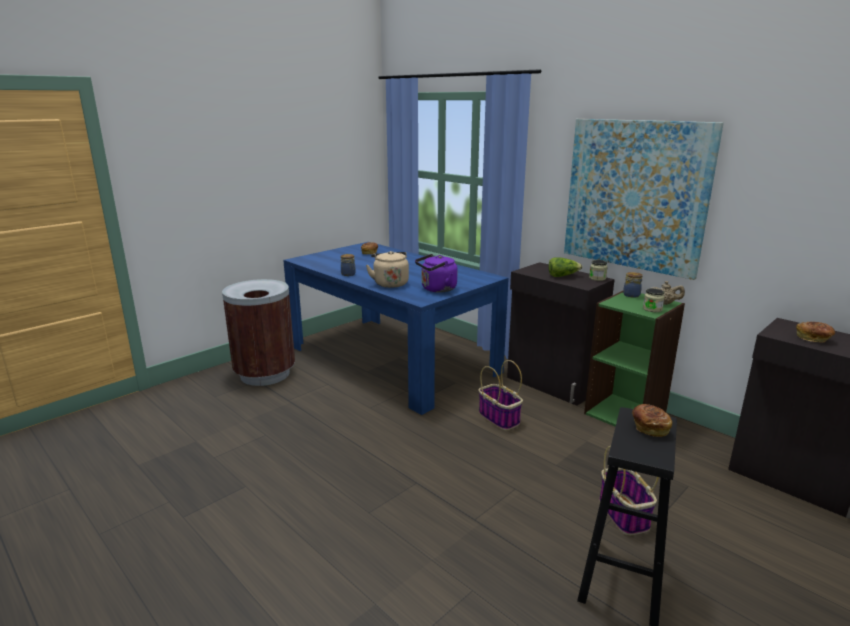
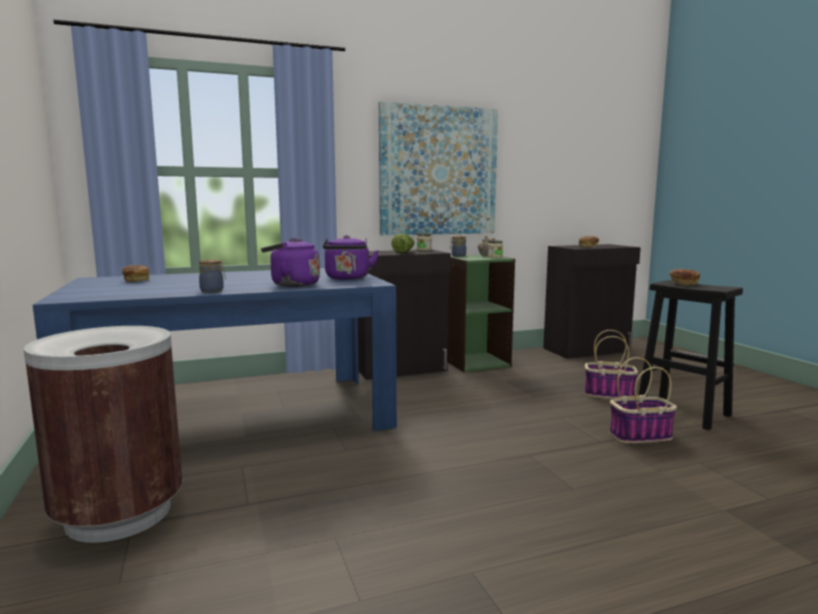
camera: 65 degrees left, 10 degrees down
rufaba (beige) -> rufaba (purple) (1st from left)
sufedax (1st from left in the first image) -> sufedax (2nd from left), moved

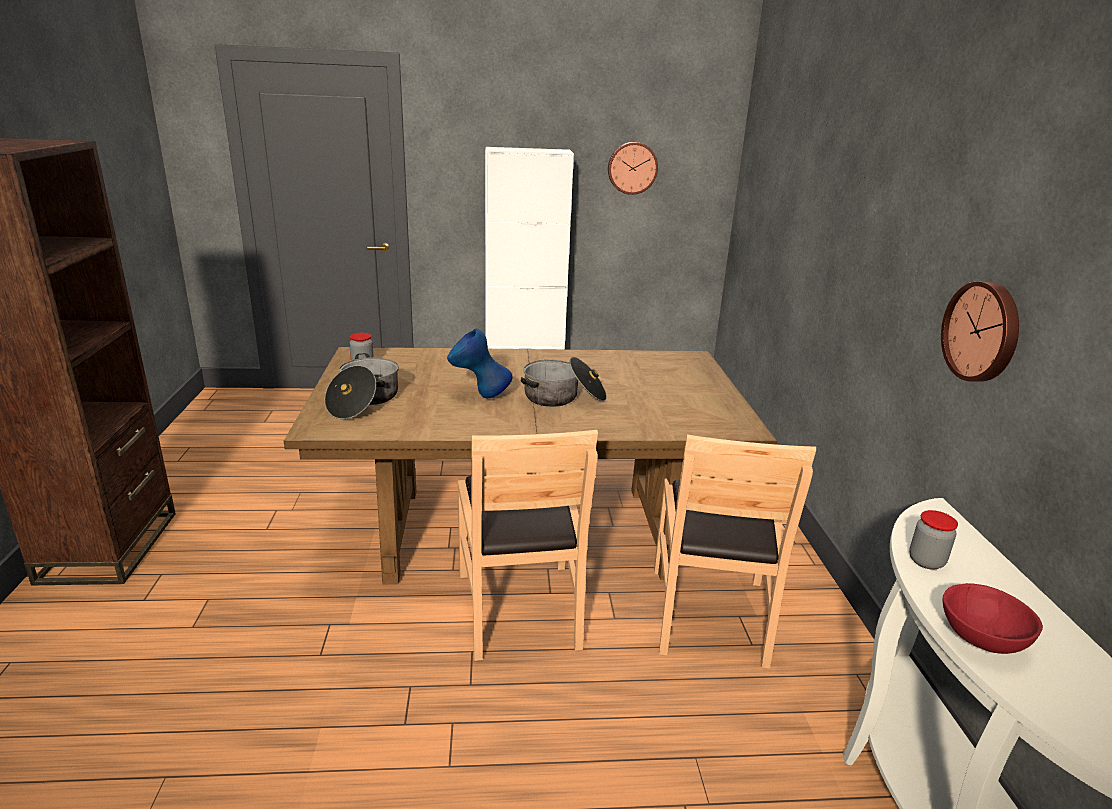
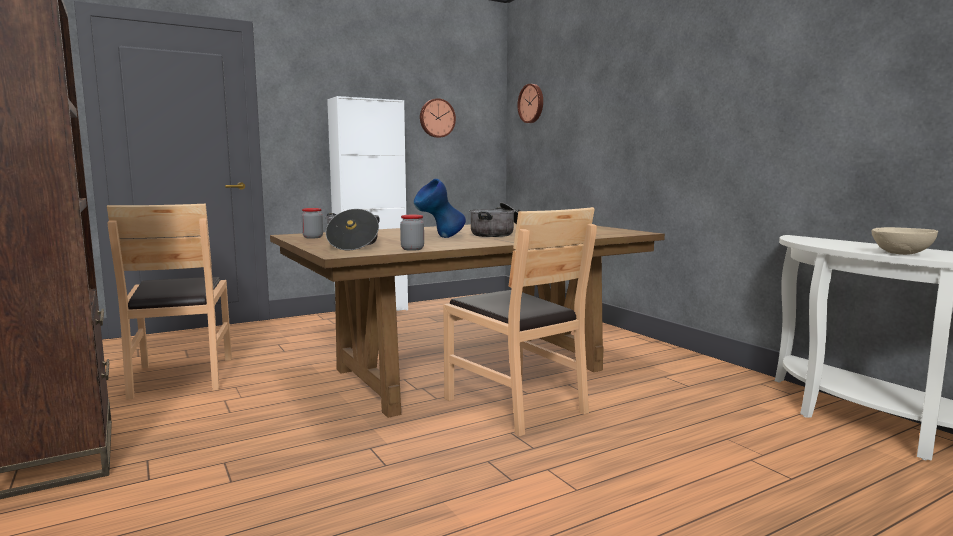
camera: 25 degrees left, 15 degrees down
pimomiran (2nd from left), moved
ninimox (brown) (2nd from left in the first image) -> ninimox (brown) (1st from left), moved
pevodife (2nd from left), moved
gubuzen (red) -> gubuzen (beige)

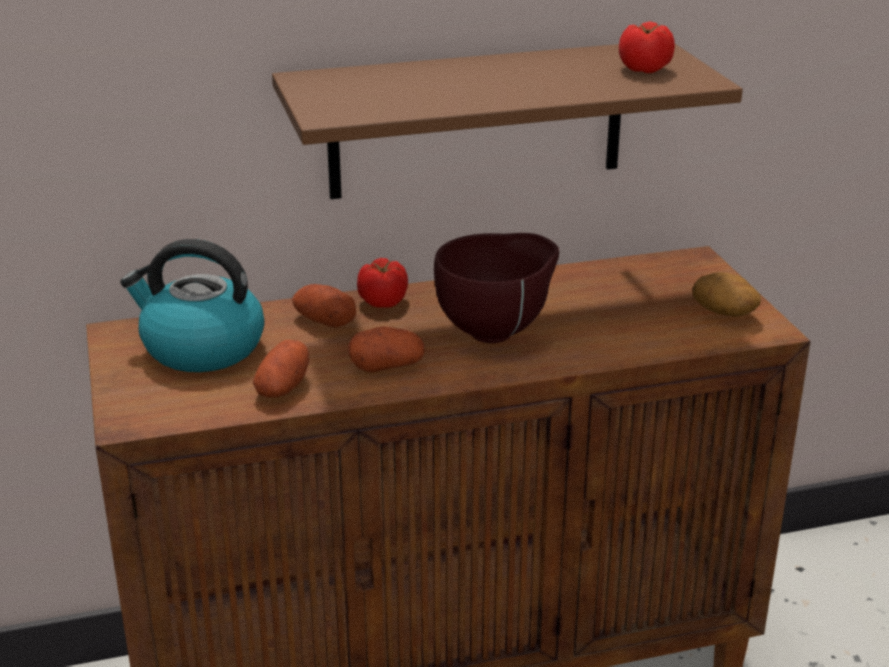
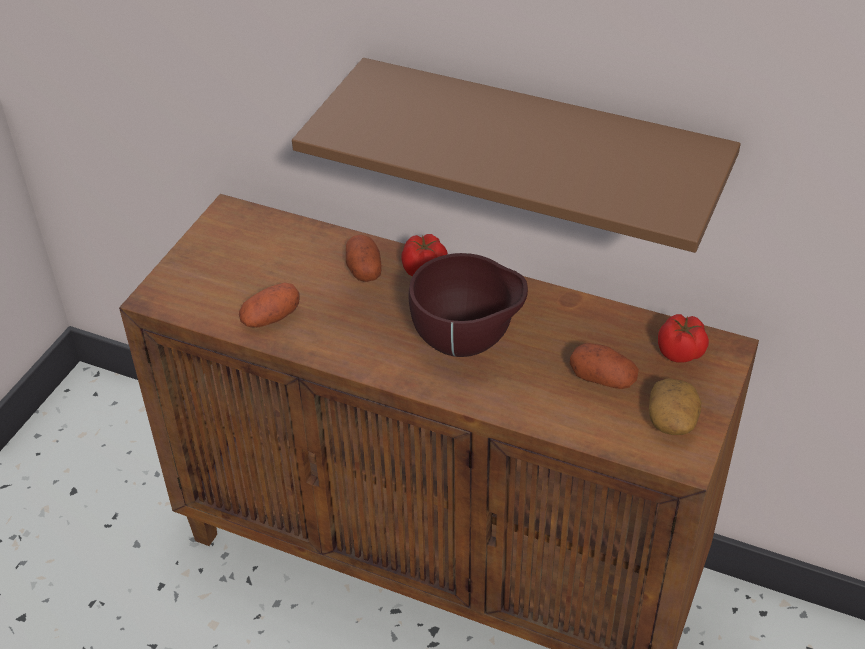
camera: 40 degrees right, 15 degrees up
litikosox (2nd from left), moved
rufaba -> none
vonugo (3rd from left), moved

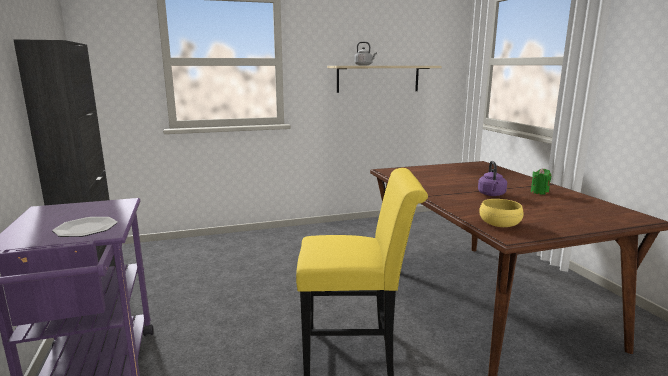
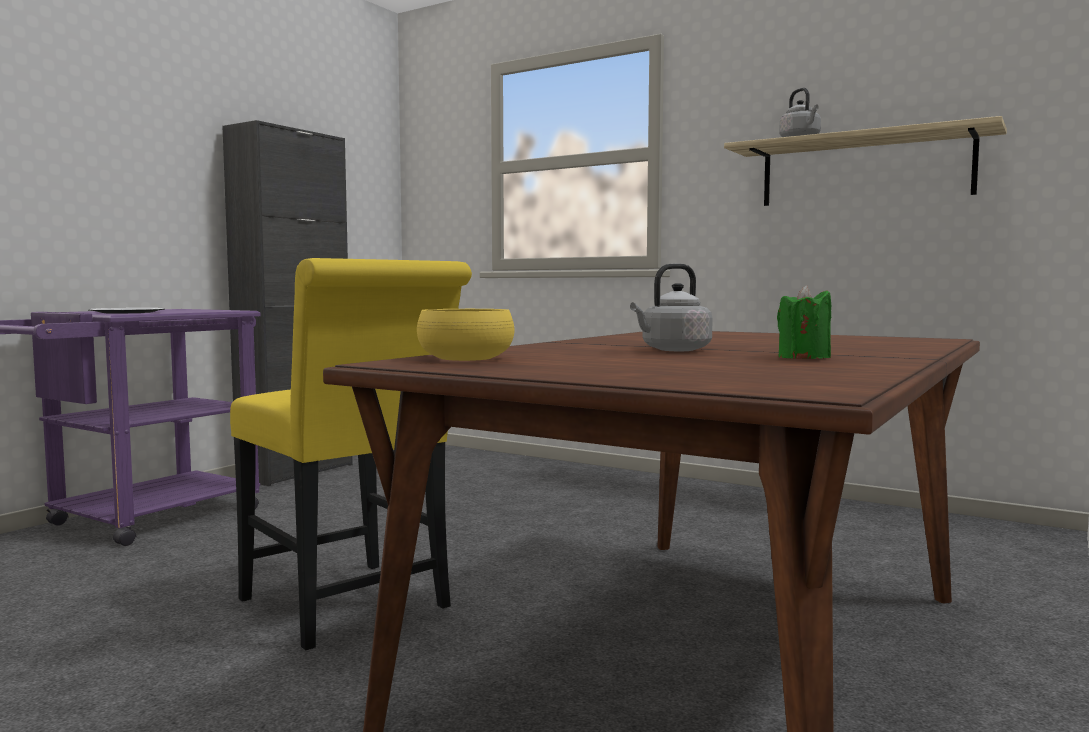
camera: 50 degrees right, 10 degrees down
rufaba (purple) -> rufaba (grey) (1st from left)

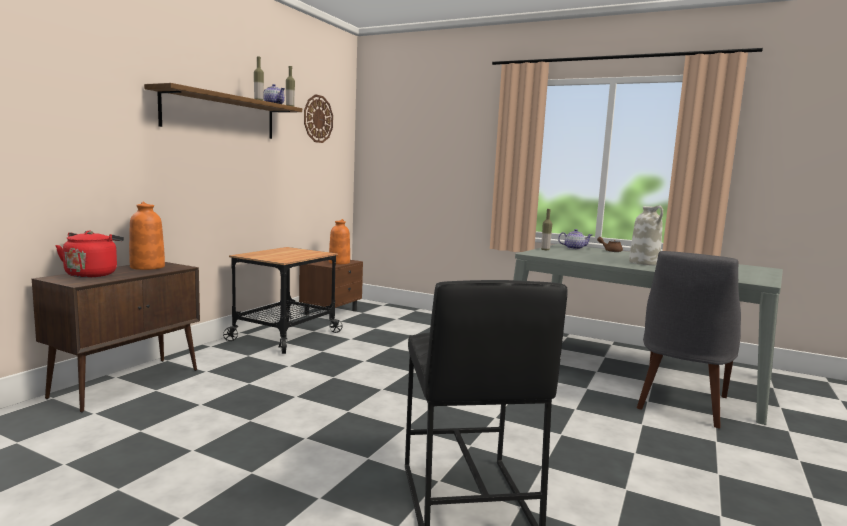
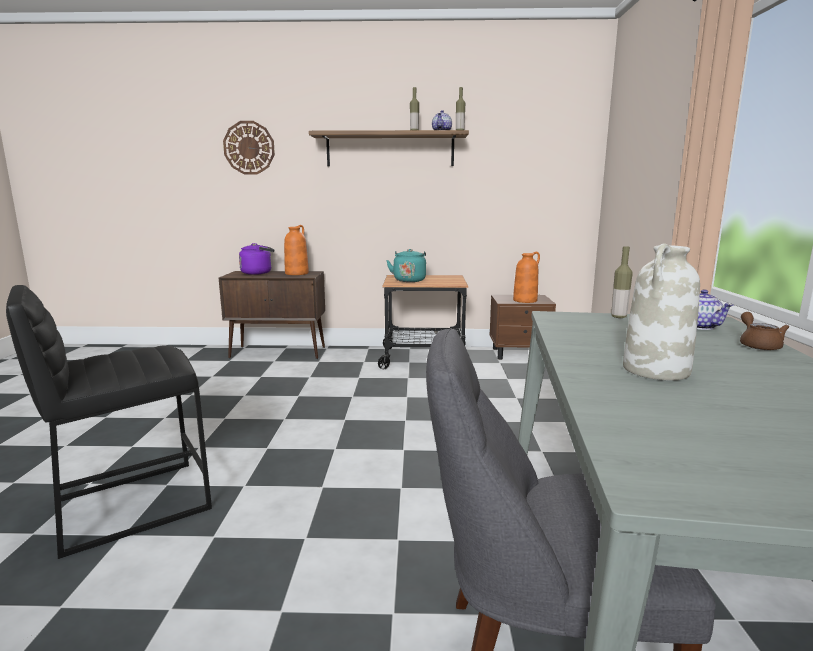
camera: 65 degrees right, 5 degrees up
pimomiran, moved
rufaba (red) -> rufaba (purple)
none -> rufaba (turquoise)

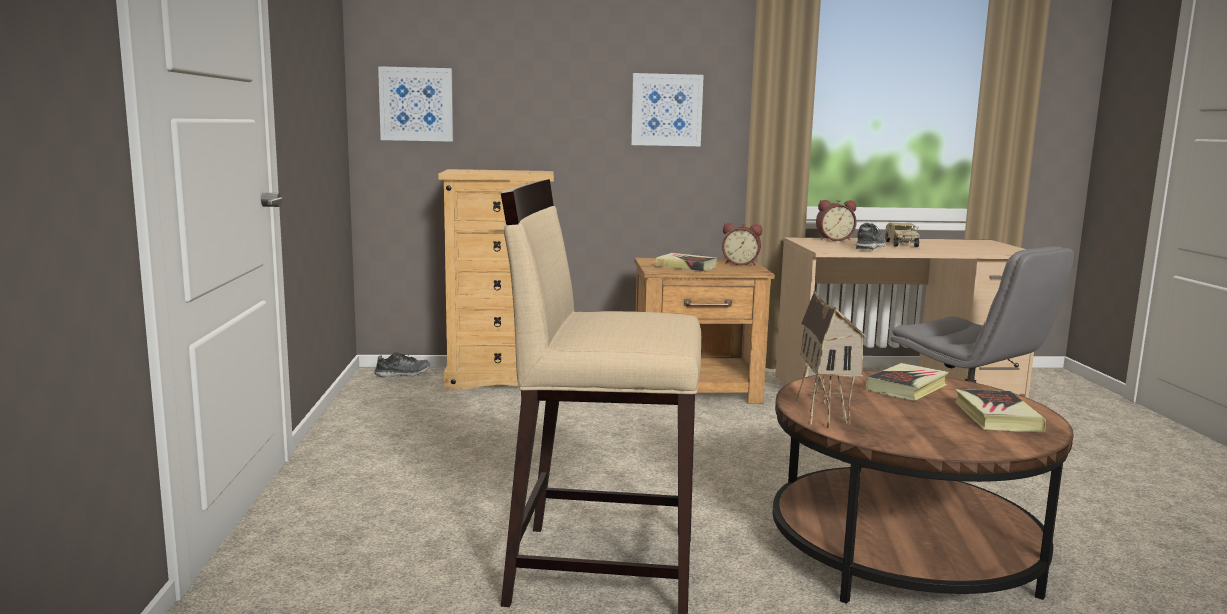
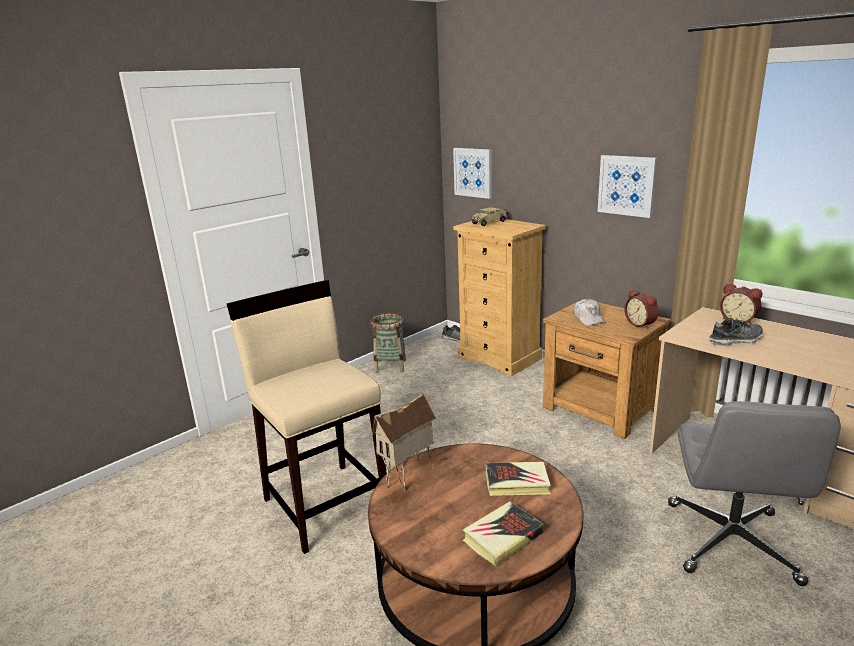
camera: 50 degrees right, 10 degrees up
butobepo, moved
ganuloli (1st from left) -> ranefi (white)
none -> sufedax

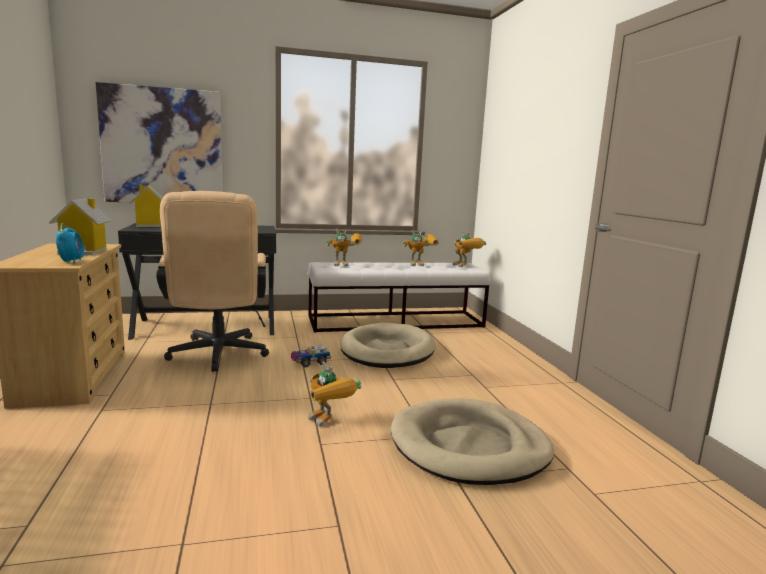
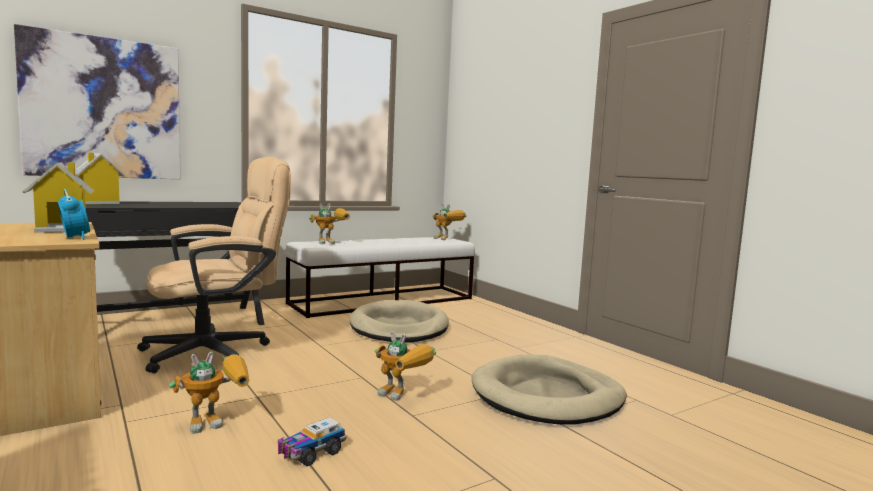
camera: 20 degrees left, 5 degrees down
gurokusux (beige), 90 degrees counterclockwise
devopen (3rd from left in the first image) -> devopen (1st from left), moved
butobepo, moved

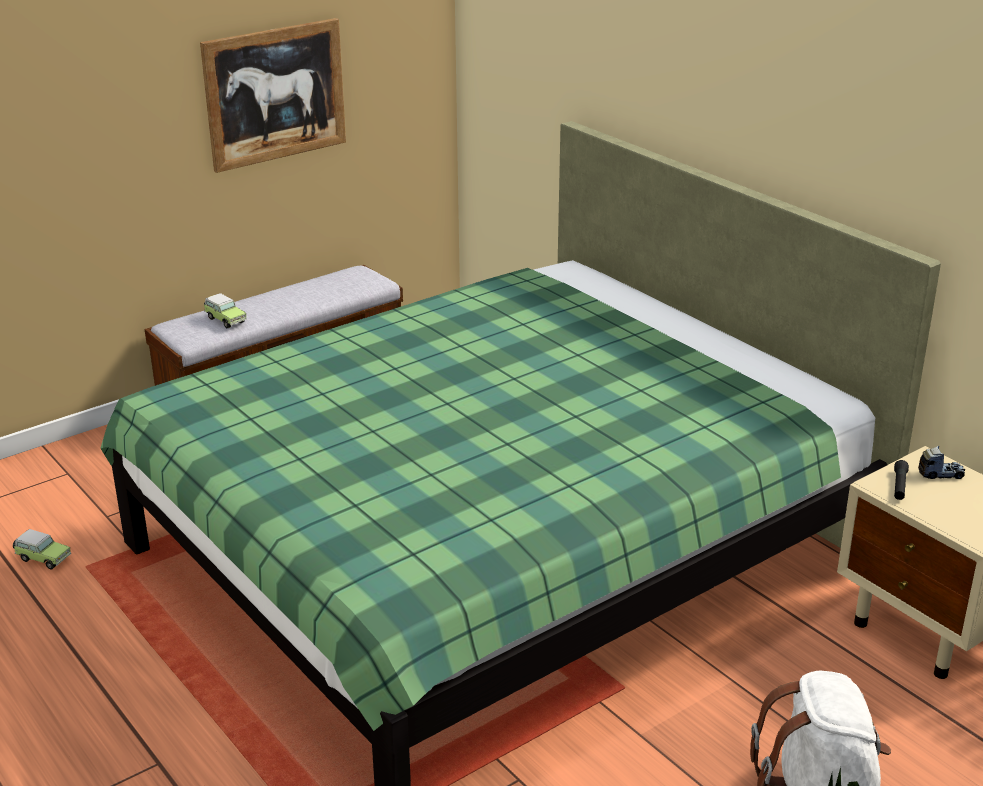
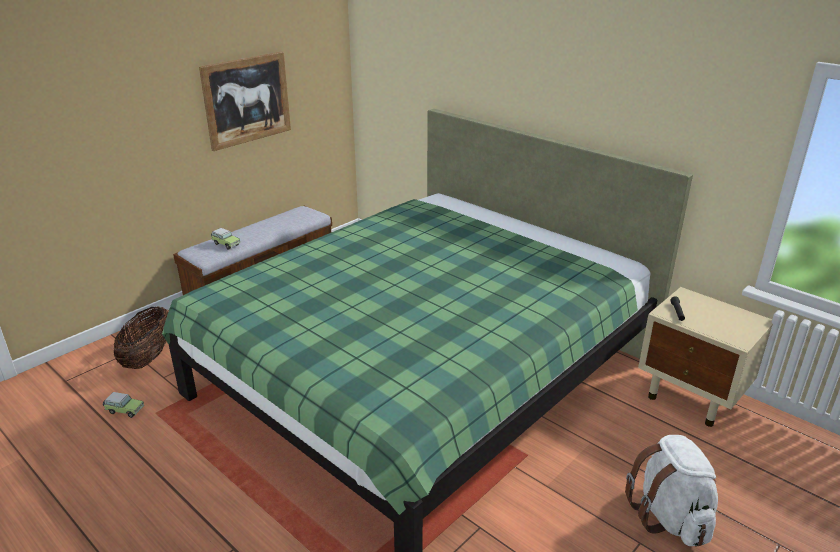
camera: 10 degrees left, 0 degrees up
butobepo -> none
none -> sufedax

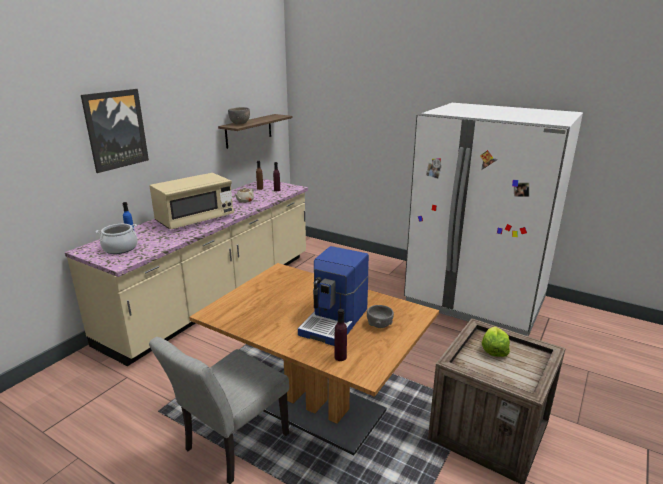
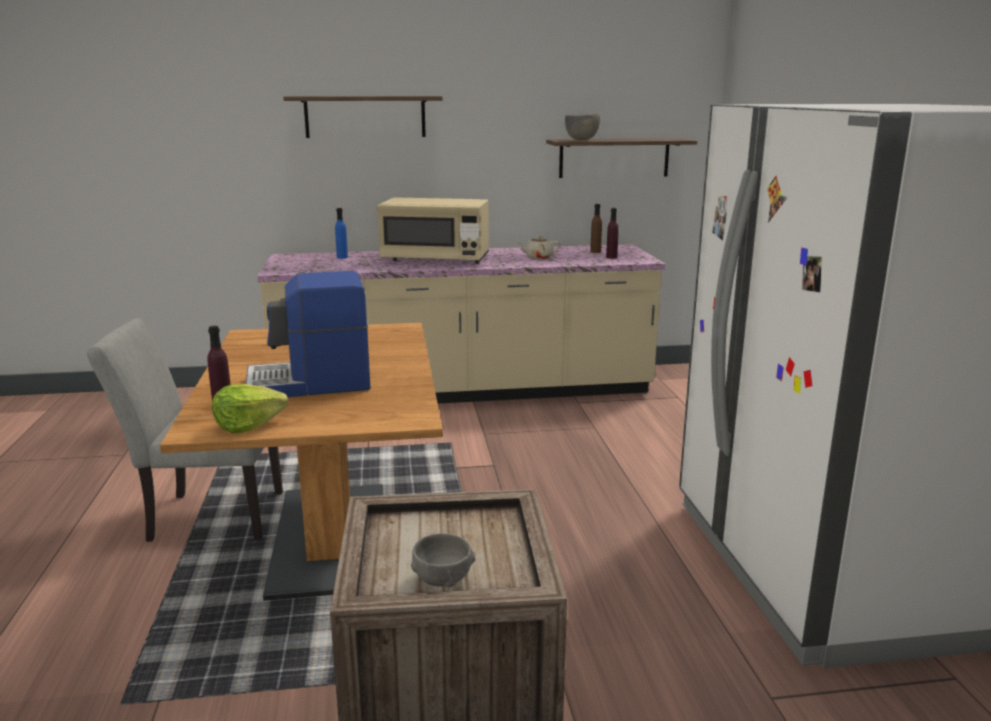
camera: 50 degrees right, 5 degrees down
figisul -> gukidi (1st from left)
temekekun -> none
gubuzen (grey) (2nd from left in the first image) -> gubuzen (grey) (1st from left), moved
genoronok, moved

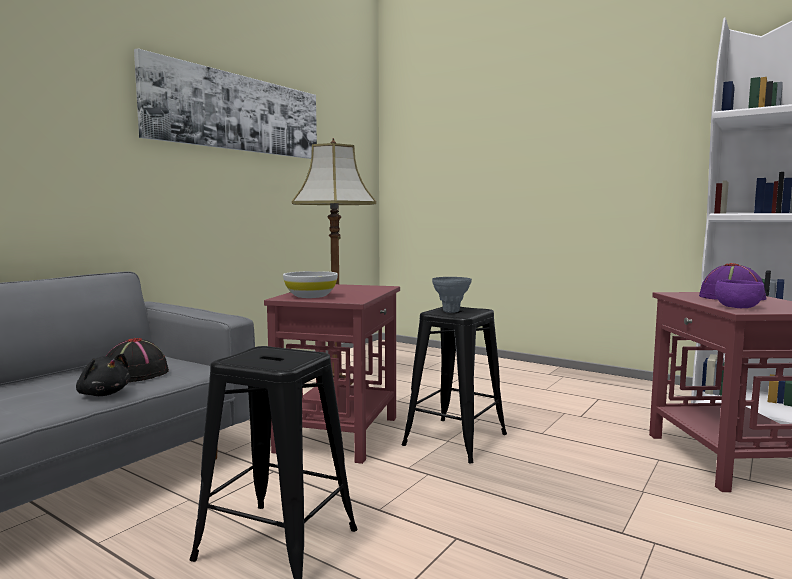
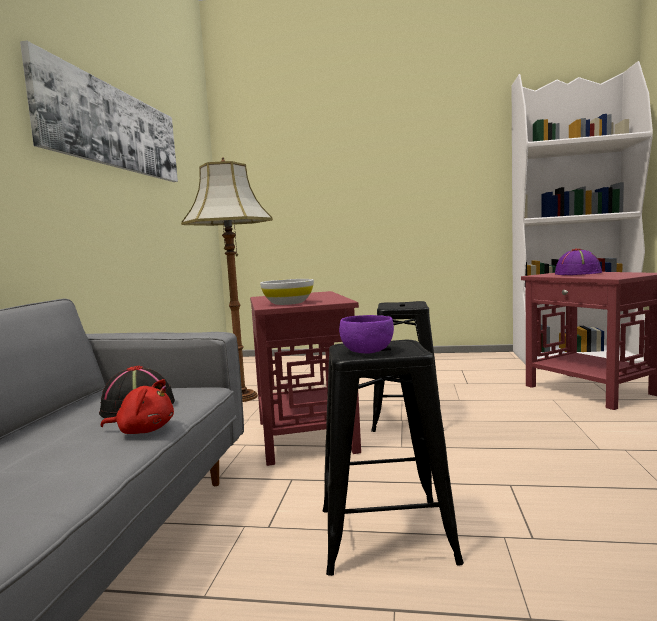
camera: 25 degrees left, 0 degrees up
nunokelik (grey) -> none
gubuzen (purple), moved
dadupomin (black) -> dadupomin (red)

